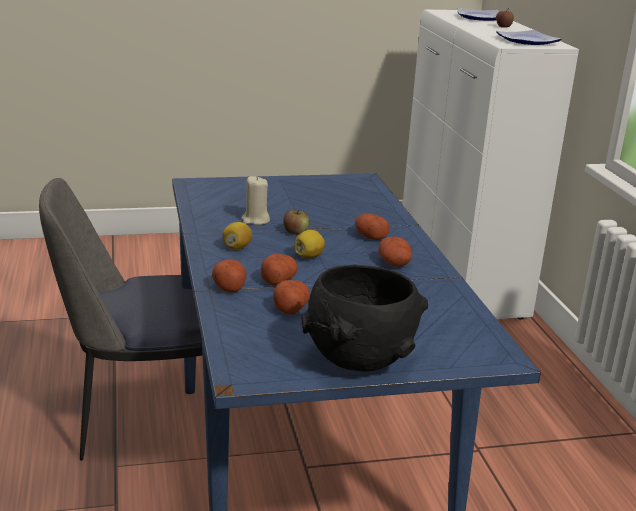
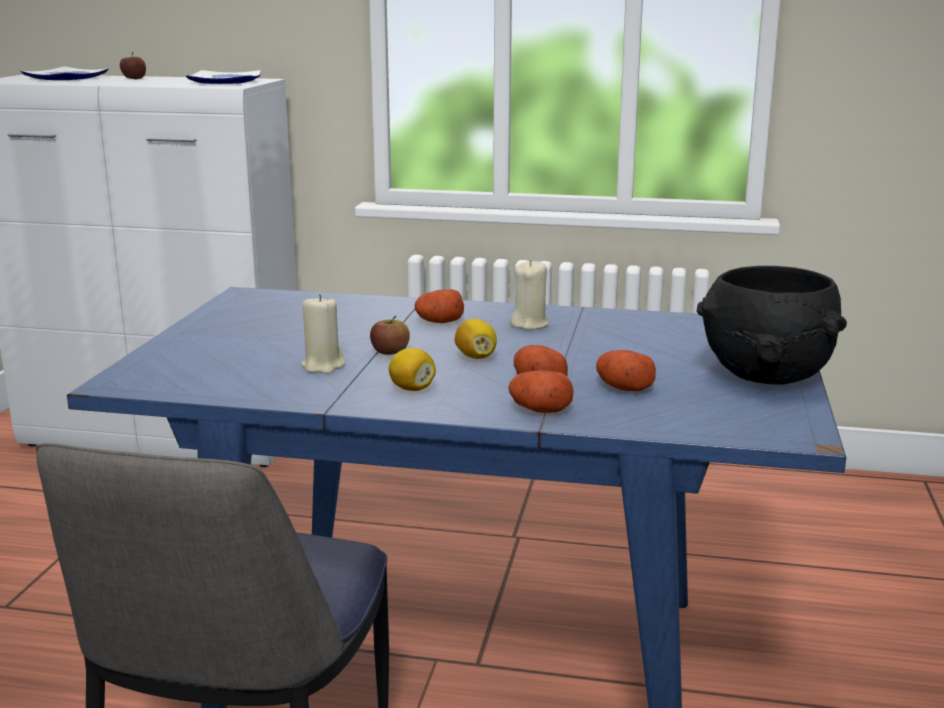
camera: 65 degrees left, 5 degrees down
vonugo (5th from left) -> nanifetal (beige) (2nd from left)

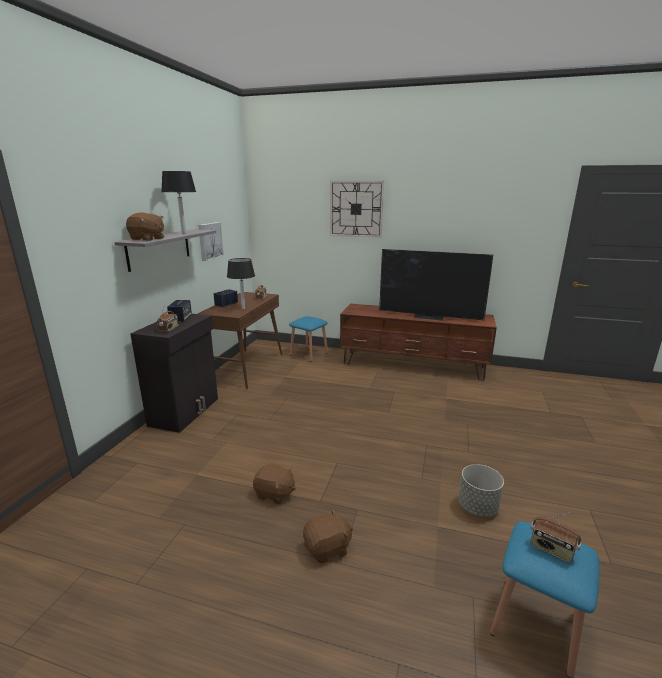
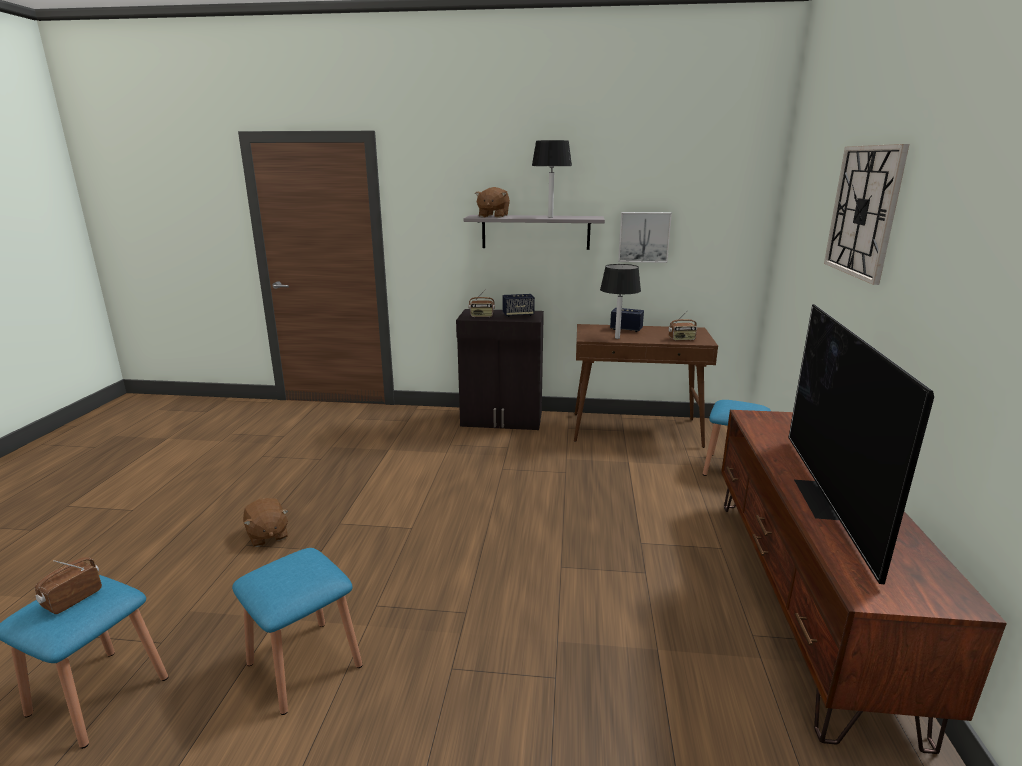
camera: 80 degrees right, 0 degrees up
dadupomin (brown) (2nd from left) -> none
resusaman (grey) -> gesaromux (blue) (2nd from left)

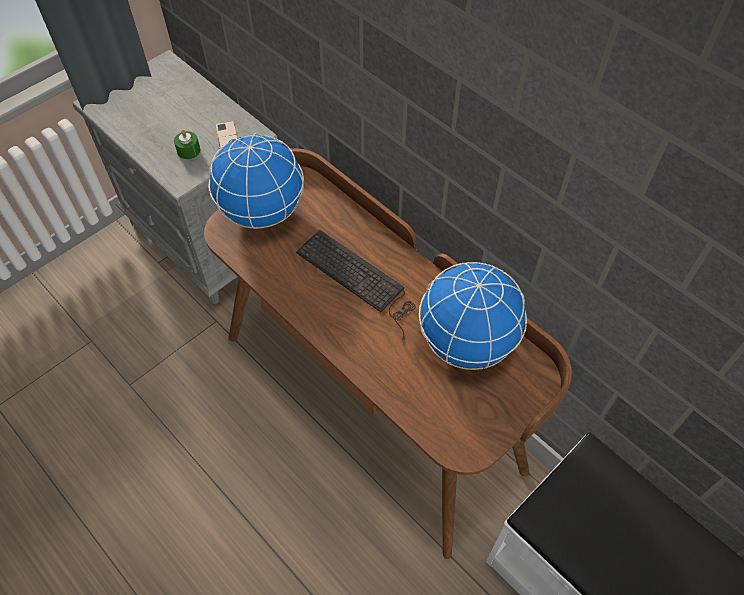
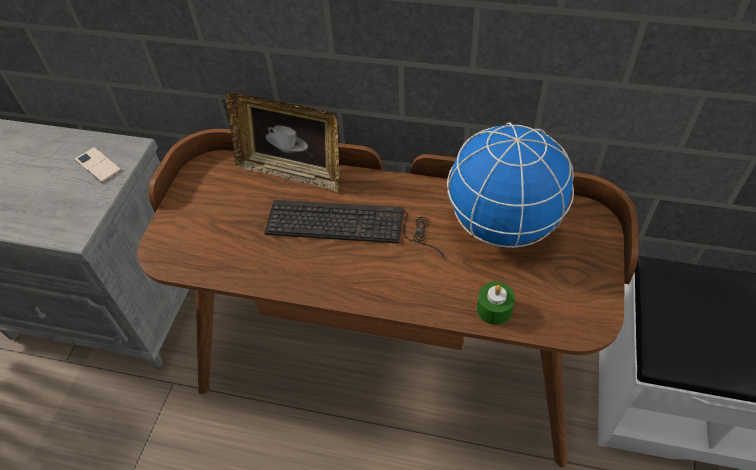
camera: 30 degrees left, 5 degrees down
nanifetal (green), moved
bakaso (1st from left) -> none
none -> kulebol

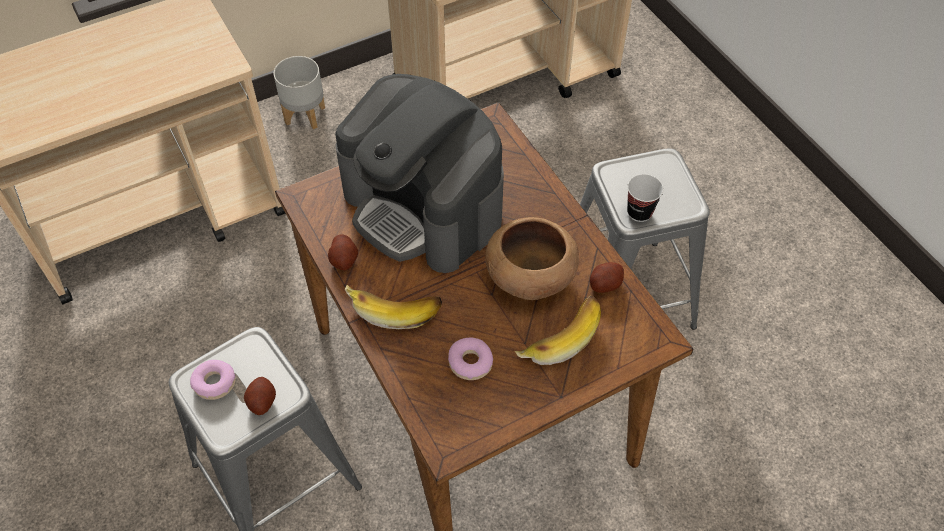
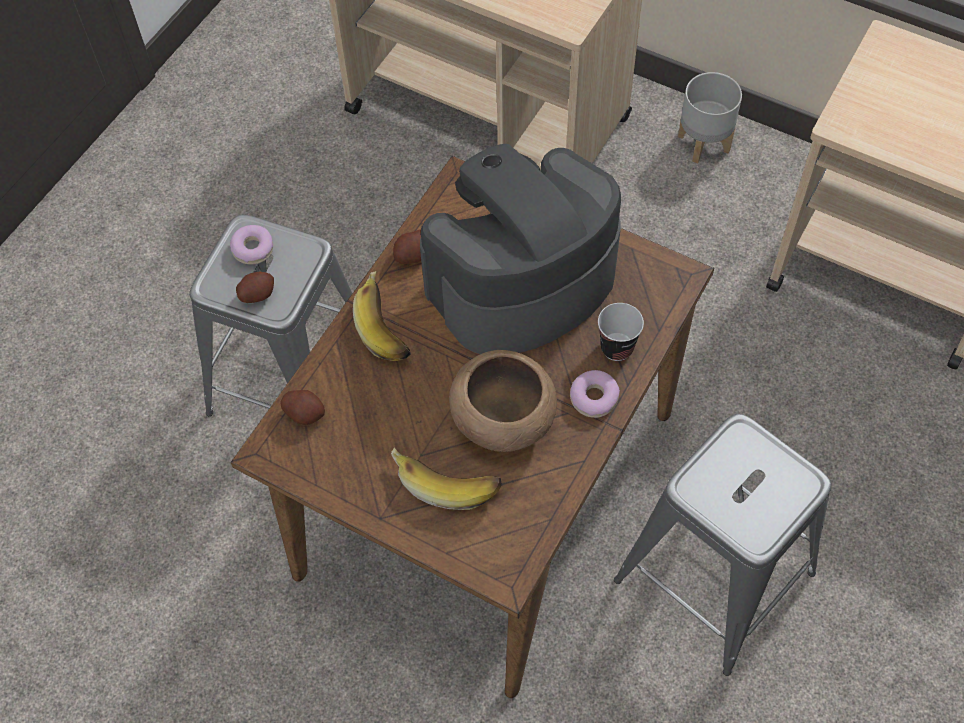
camera: 60 degrees right, 5 degrees up
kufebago, 45 degrees clockwise
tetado, moved
vonugo (3rd from left in the first image) -> vonugo (2nd from left), moved
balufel (2nd from left), moved

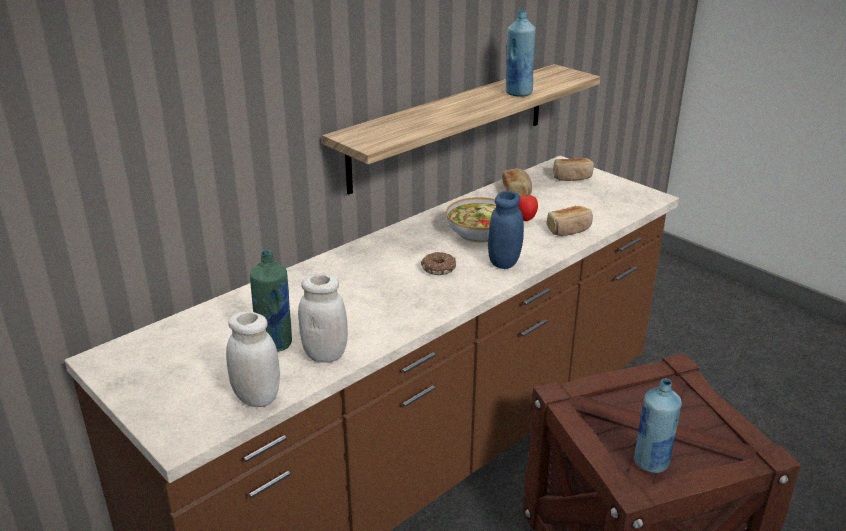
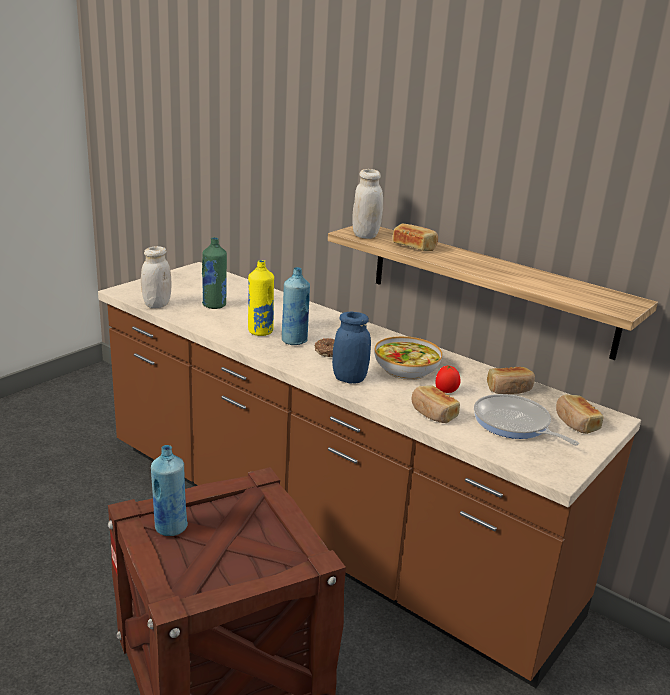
camera: 80 degrees right, 5 degrees down
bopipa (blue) (1st from left in the first image) -> bopipa (blue) (2nd from left), moved
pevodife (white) (2nd from left), moved
none -> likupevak (1st from left)
none -> bopipa (yellow)
none -> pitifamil

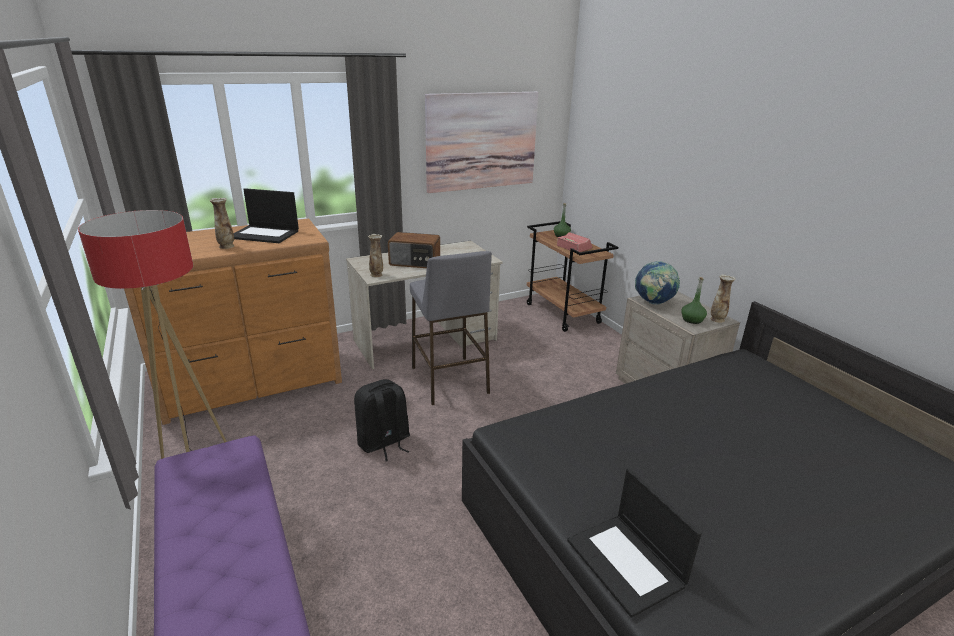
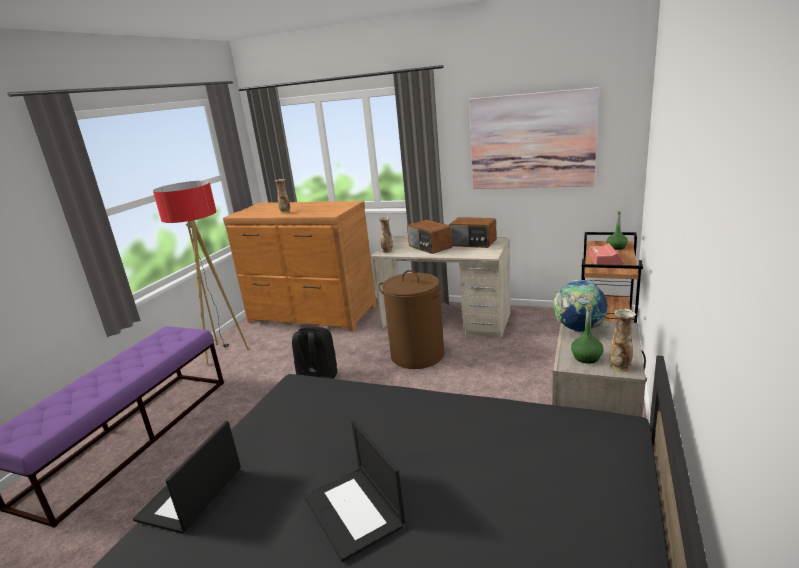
camera: 50 degrees right, 5 degrees down
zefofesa (1st from left in the first image) -> zefofesa (2nd from left), moved
gesaromux (grey) -> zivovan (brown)
none -> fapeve (2nd from left)

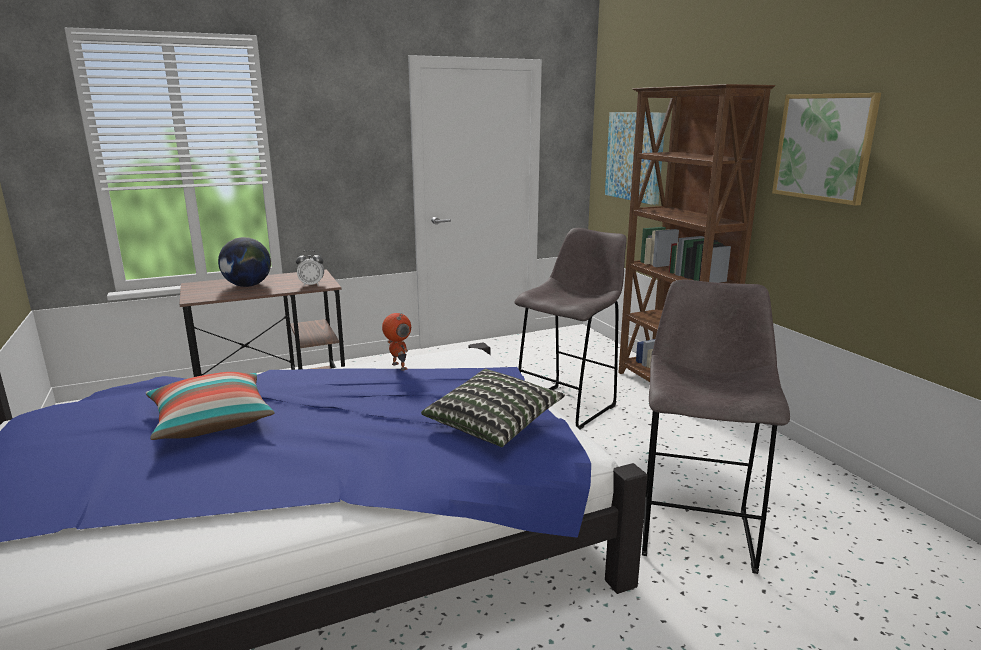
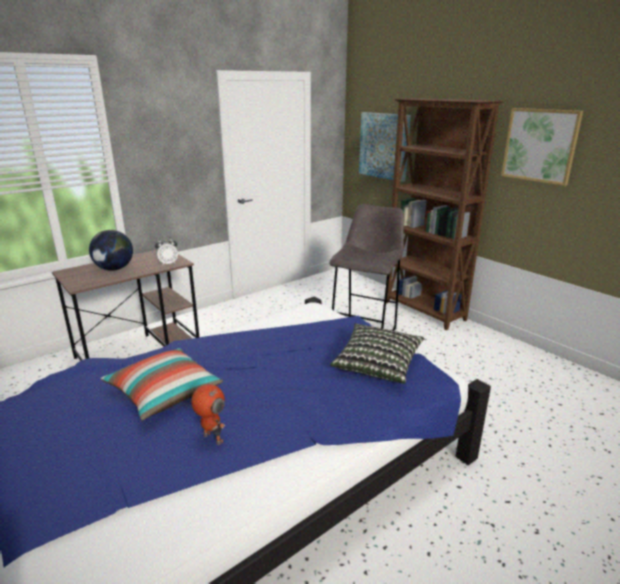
camera: 15 degrees left, 5 degrees up
gesaromux (grey) (2nd from left) -> none
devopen, moved

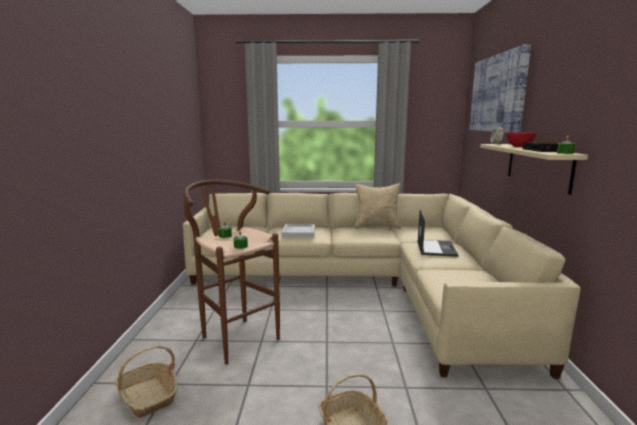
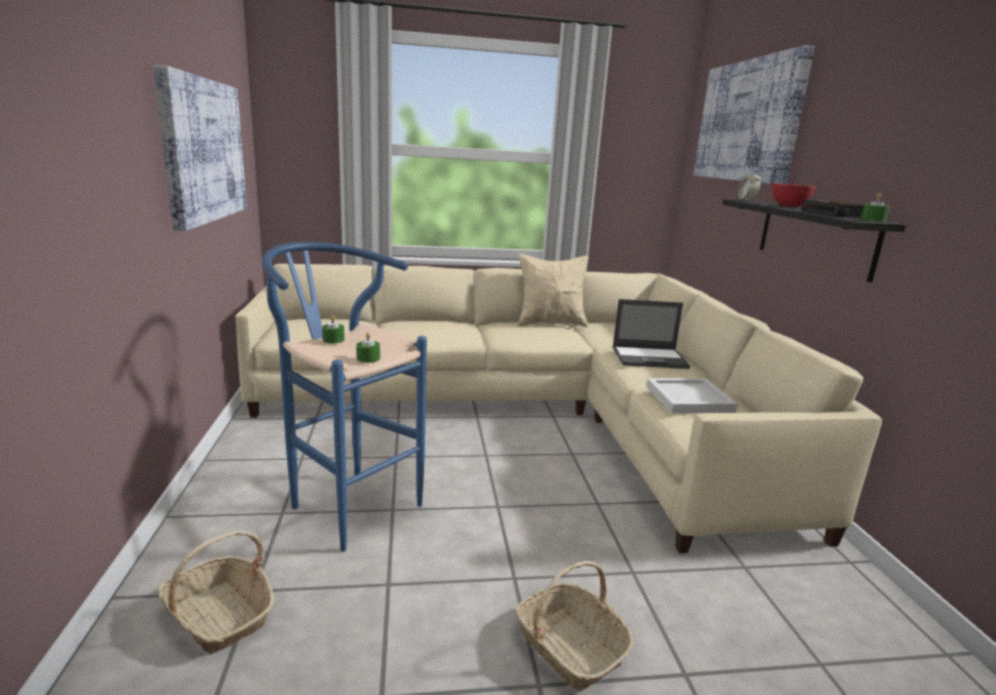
camera: 10 degrees left, 5 degrees up
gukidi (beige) -> gukidi (black)
gesaromux (brown) -> gesaromux (blue)
zefofesa, 90 degrees clockwise
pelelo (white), moved
none -> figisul (1st from left)

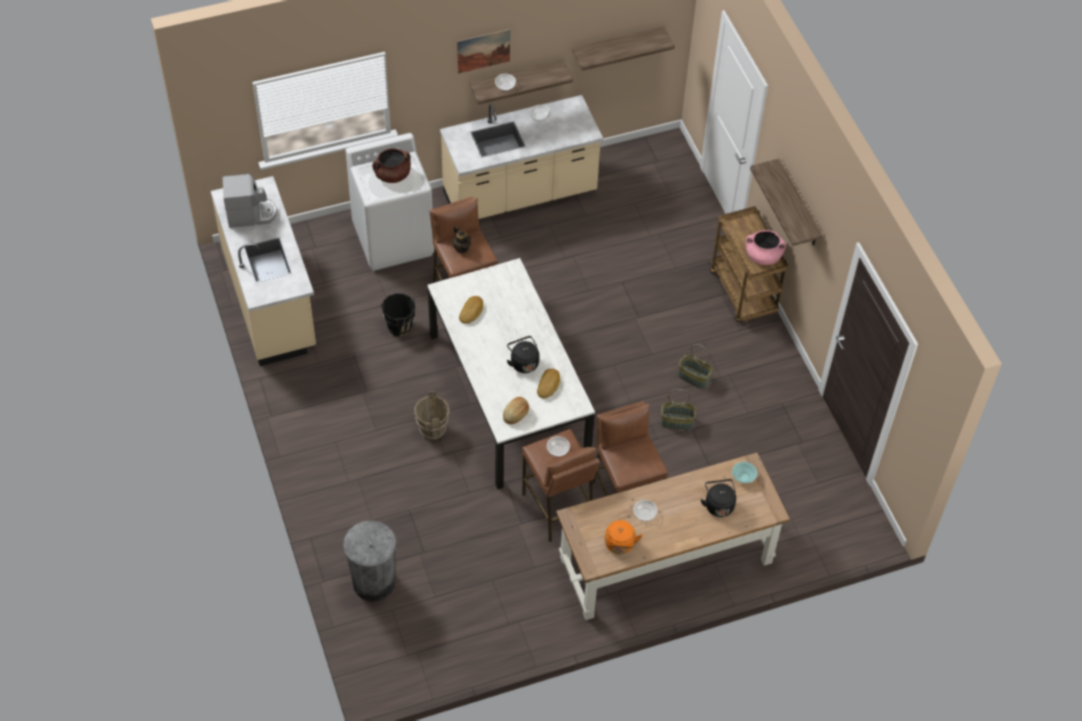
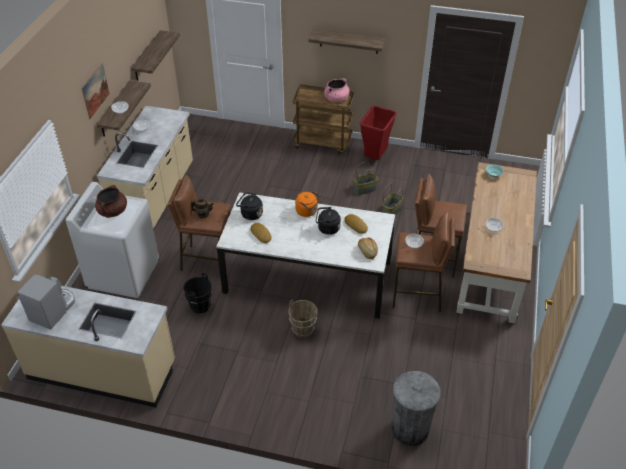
camera: 55 degrees left, 10 degrees down
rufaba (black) (2nd from left in the first image) -> rufaba (black) (1st from left), moved
rufaba (orange), moved
none -> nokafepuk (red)

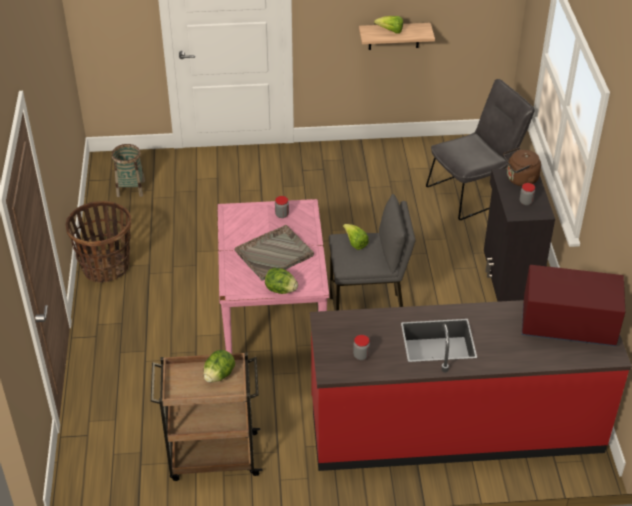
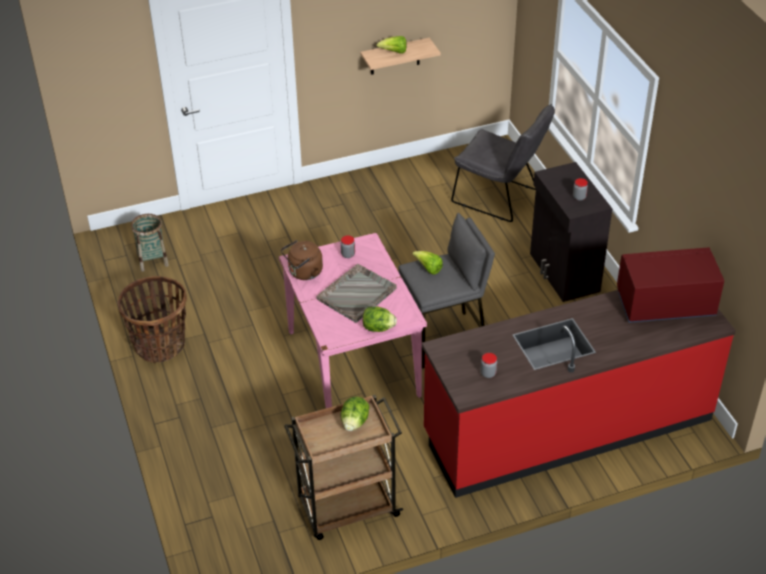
camera: 15 degrees left, 0 degrees up
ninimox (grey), 75 degrees clockwise
rufaba (brown), moved

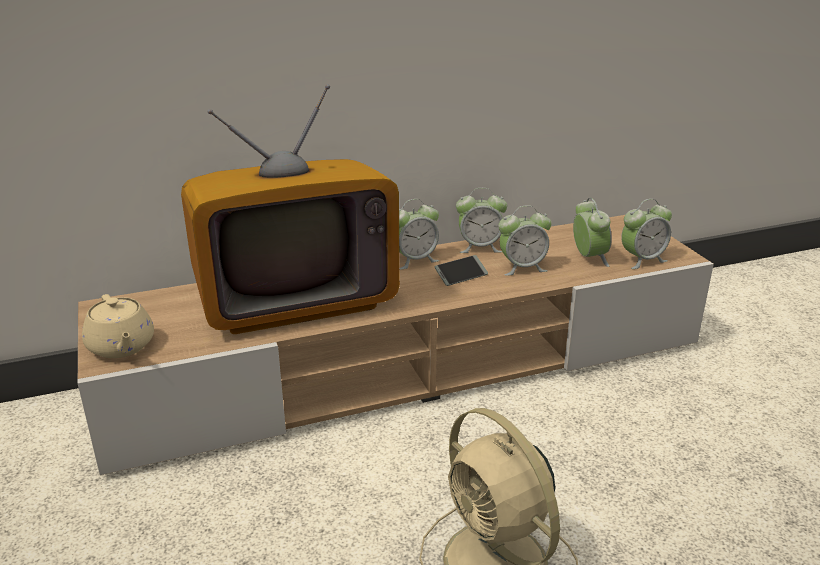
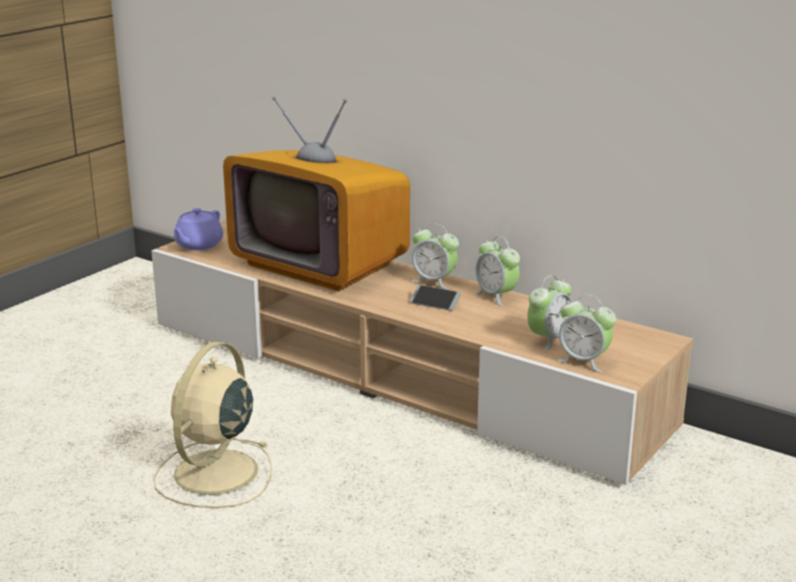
camera: 55 degrees right, 5 degrees down
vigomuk (3rd from left) -> none
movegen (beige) -> movegen (purple)

